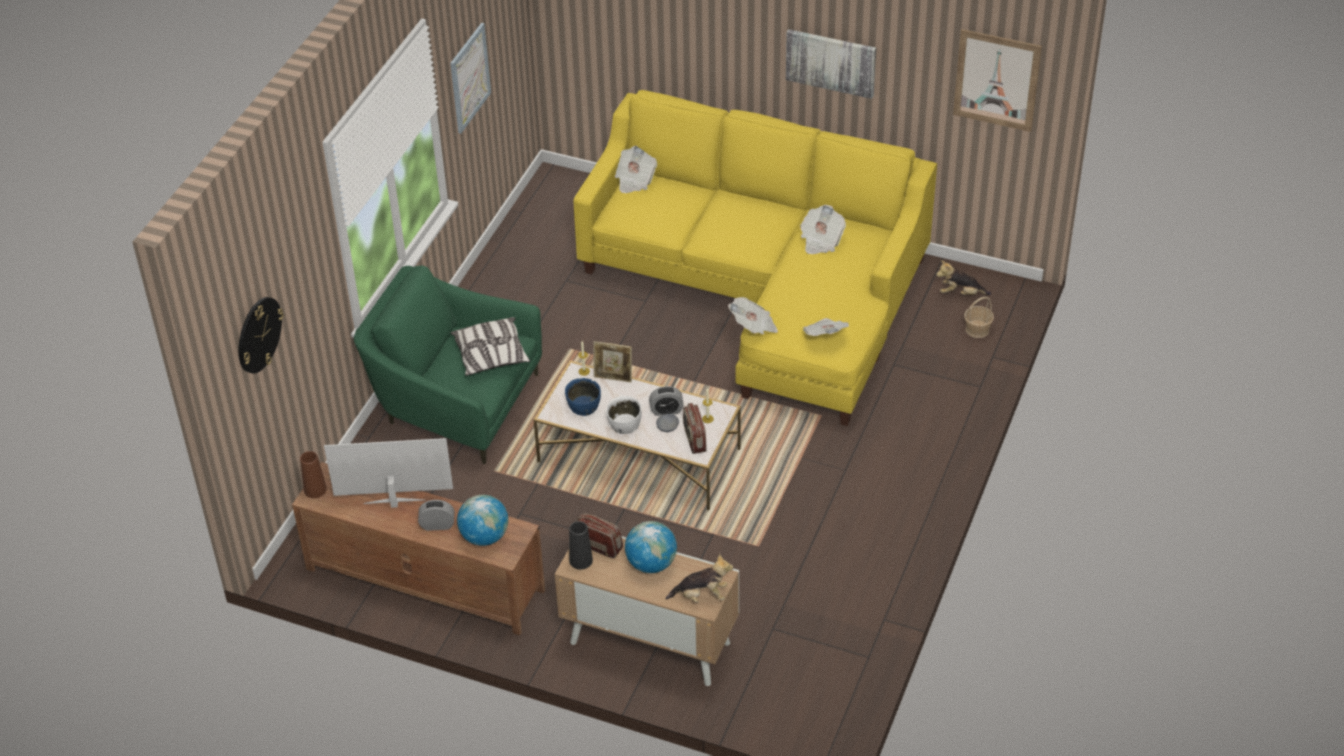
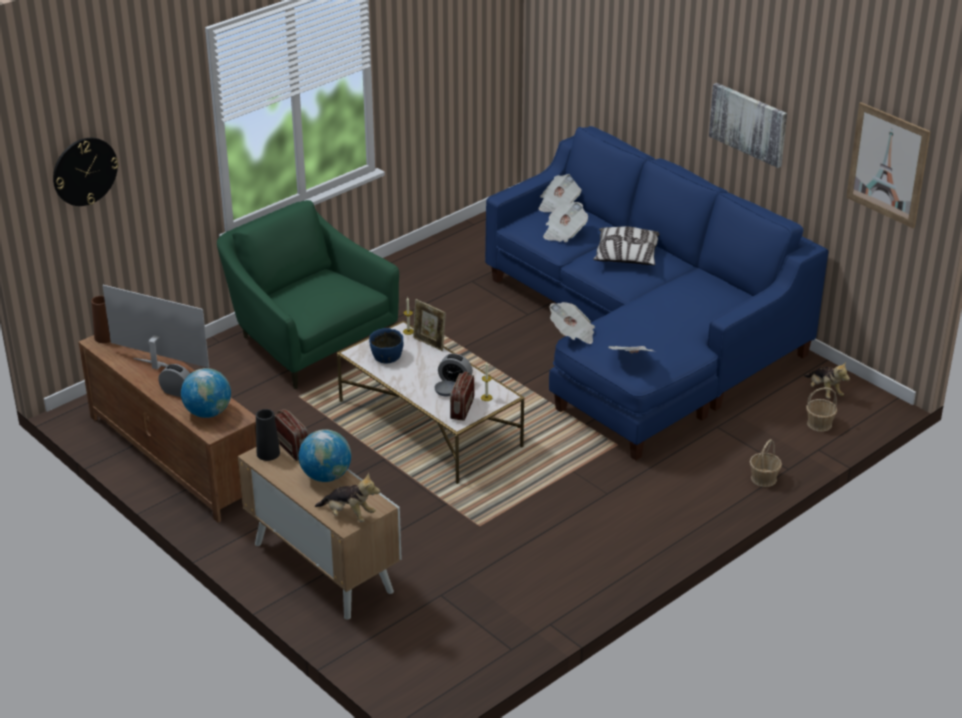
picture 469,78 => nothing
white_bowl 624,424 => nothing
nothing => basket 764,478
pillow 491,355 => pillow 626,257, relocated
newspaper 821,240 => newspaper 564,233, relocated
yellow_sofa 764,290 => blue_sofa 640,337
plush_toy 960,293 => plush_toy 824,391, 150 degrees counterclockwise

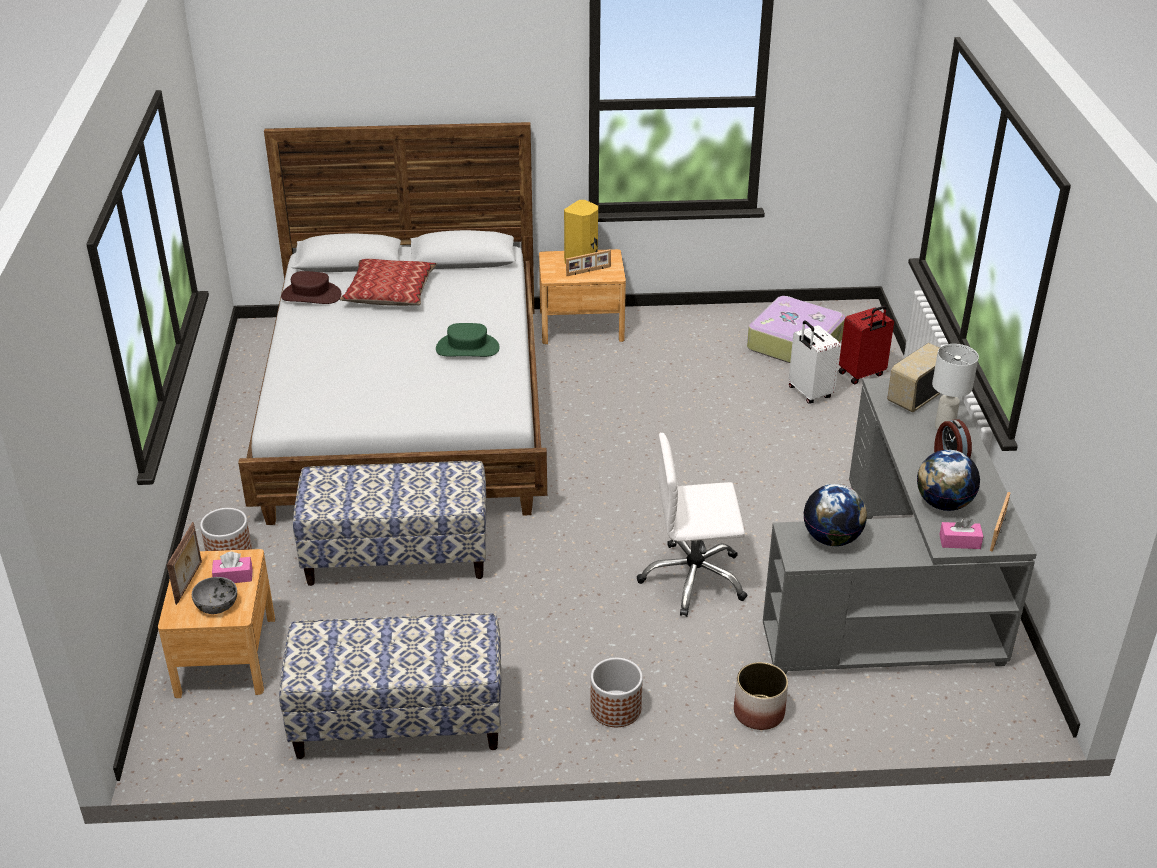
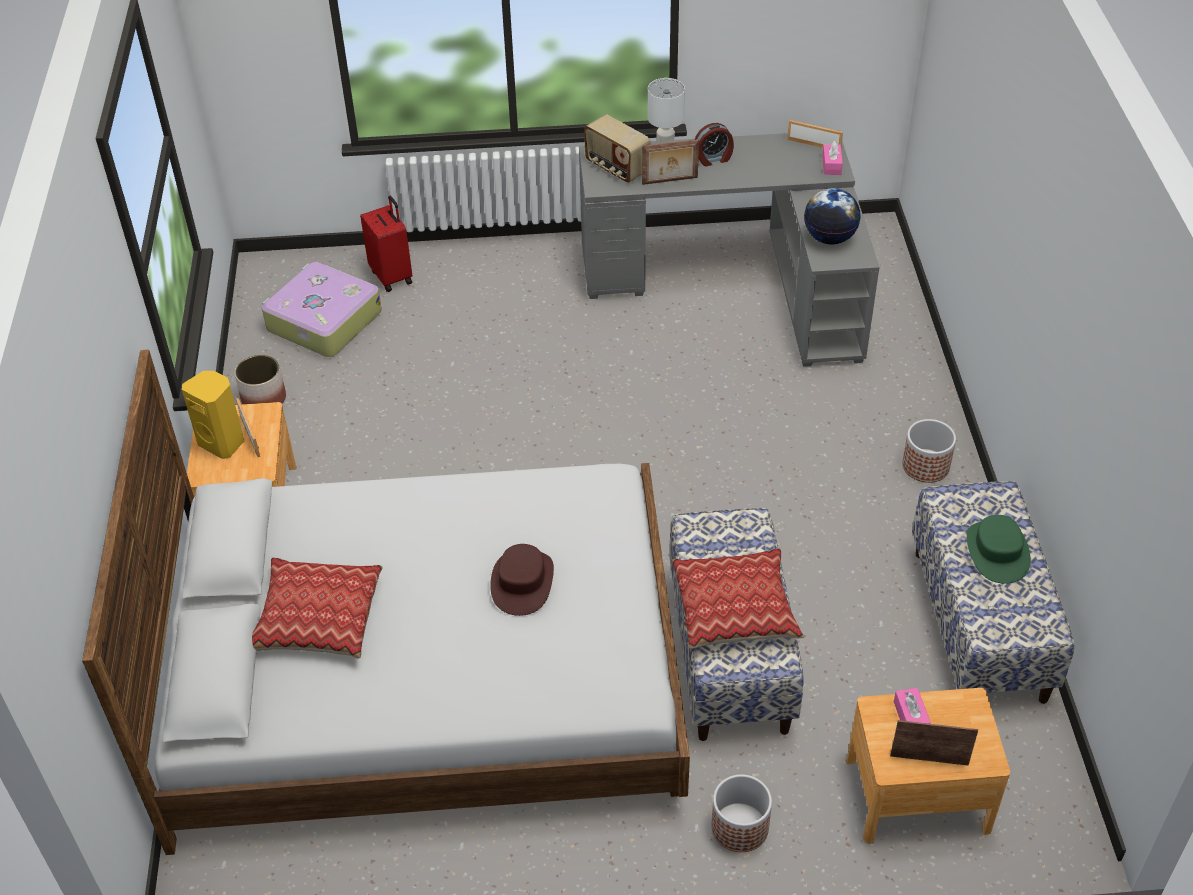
grey_bowl 217,605 => nothing
white_office_chair 693,579 => nothing
white_suitcase 809,393 => nothing
globe 943,503 => nothing
nothing => picture_frame 670,181
nothing => pillow 735,608
brown_hat 311,295 => brown_hat 522,582, relocated
green_hat 467,348 => green_hat 996,552, relocated
planter 759,713 => planter 264,398, relocated

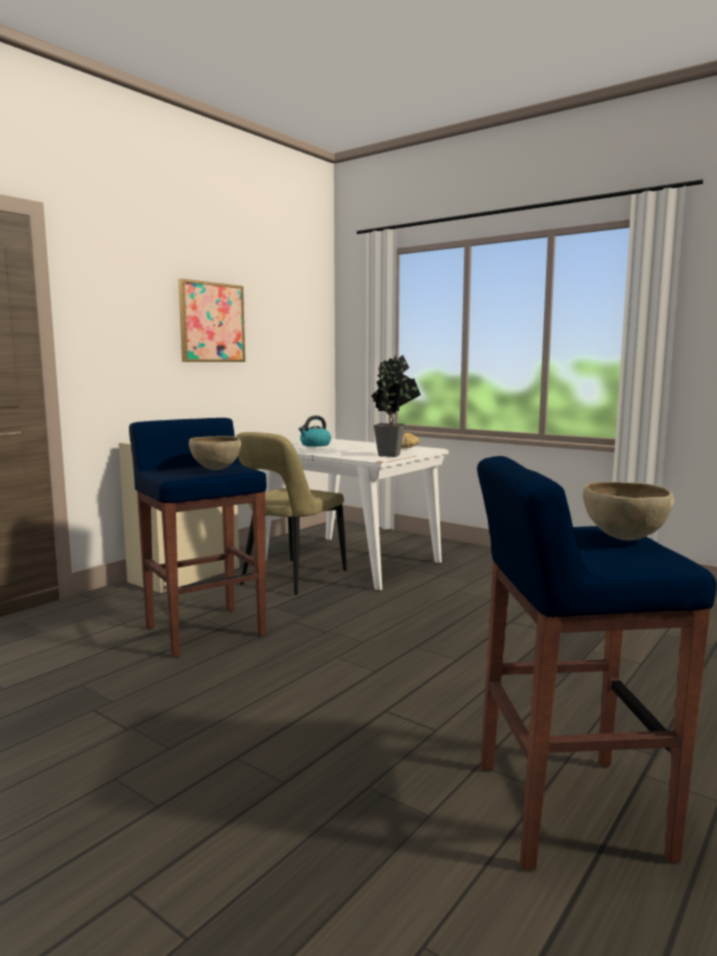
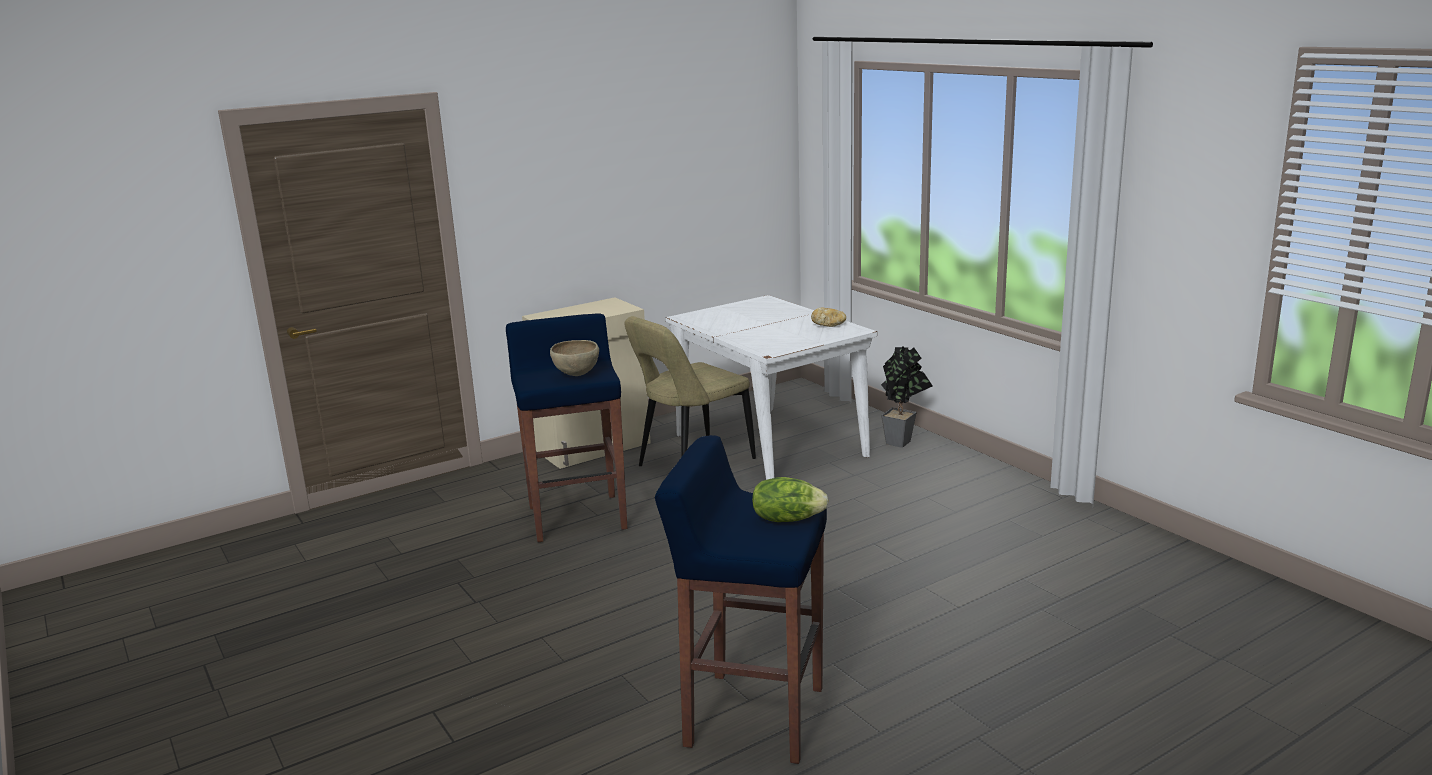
picture 211,322 => nothing
kettle 315,445 => nothing
potted_plant 392,454 => potted_plant 902,441, relocated
brown_bowl 623,539 => lettuce 787,519

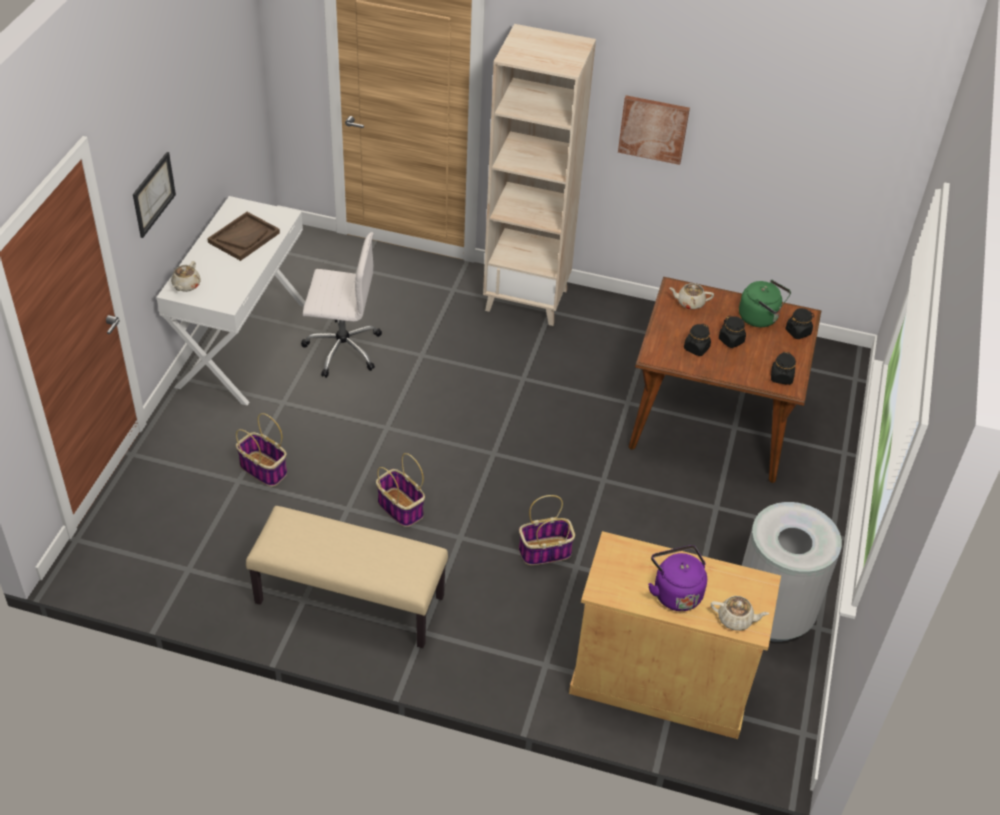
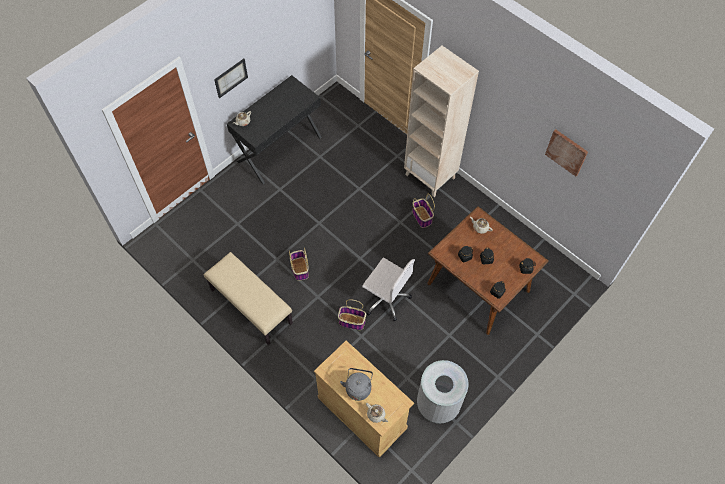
brown_tray 244,237 => nothing
green_kettle 760,318 => nothing
basket 264,469 => basket 422,217, relocated
white_office_chair 341,348 => white_office_chair 386,298, relocated
picture 653,129 => picture 566,152, relocated
white_desk 242,344 => black_desk 279,148
purple_kettle 675,592 => grey_kettle 358,387

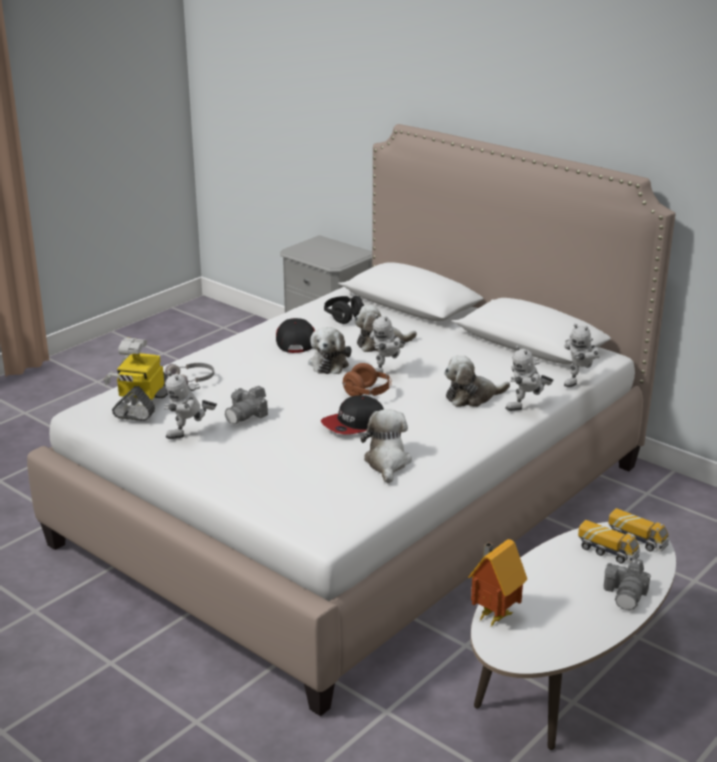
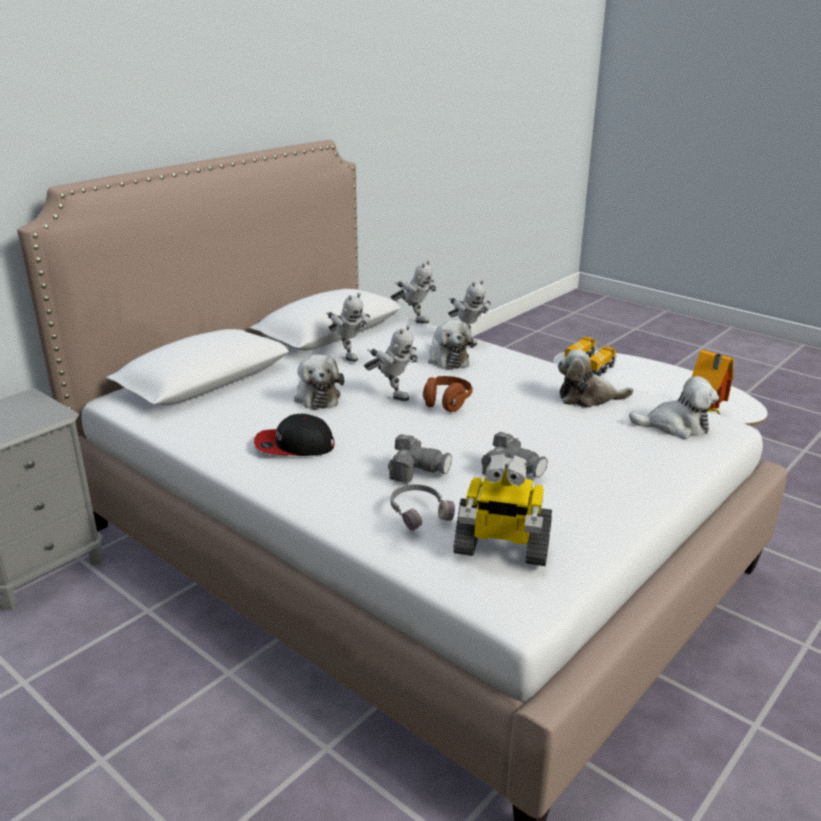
cap 354,424 => nothing
black_headphones 344,318 => nothing
toy_robot 190,435 => toy_robot 348,355, relocated
plush_toy 329,363 => plush_toy 675,427, relocated
photo_camera 626,594 => photo_camera 417,470, relocated

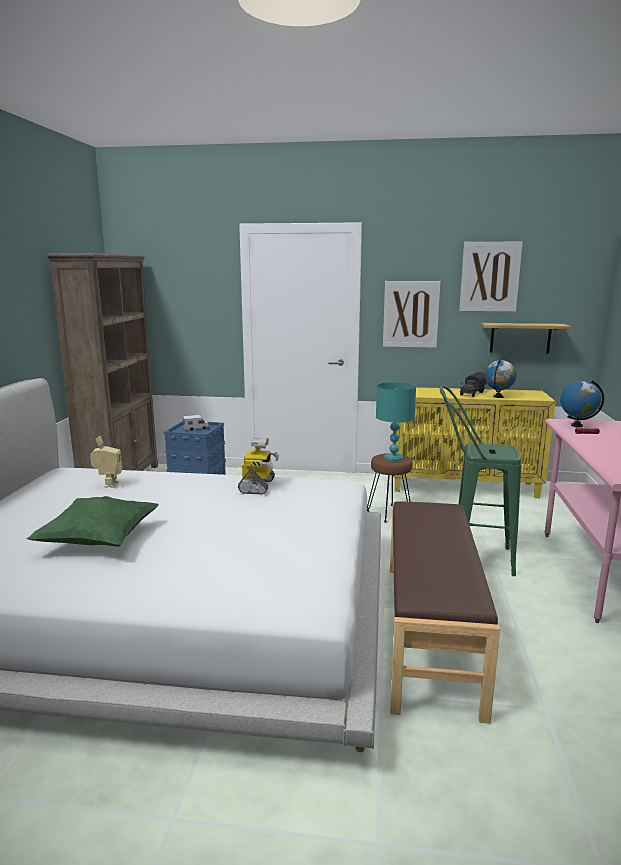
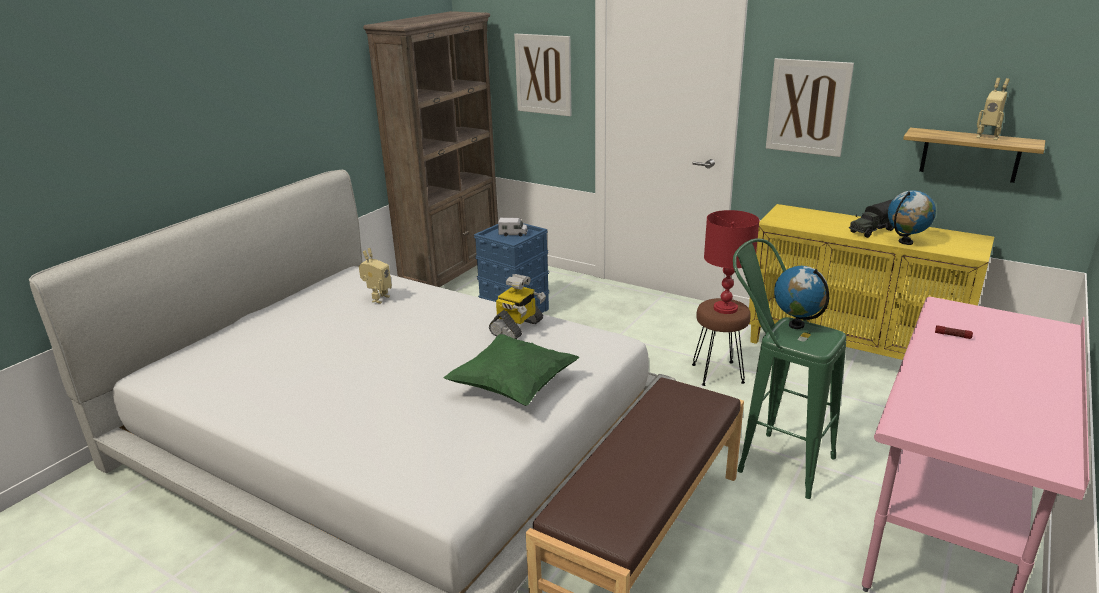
nothing => toy_robot 988,137
green_pillow 99,541 => green_pillow 513,387, relocated
picture 490,277 => picture 543,74, relocated
globe 577,425 => globe 796,325, relocated
turquoise_table_lamp 393,458 => red_table_lamp 725,308

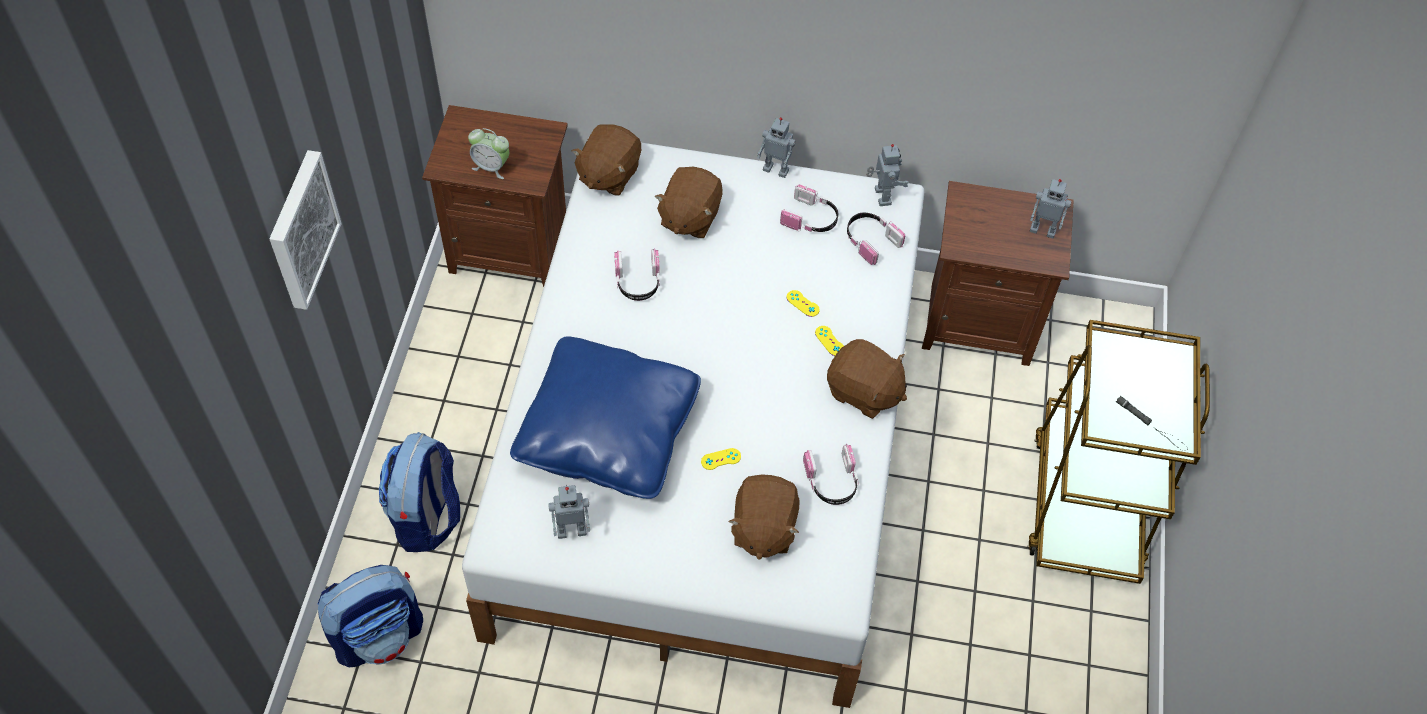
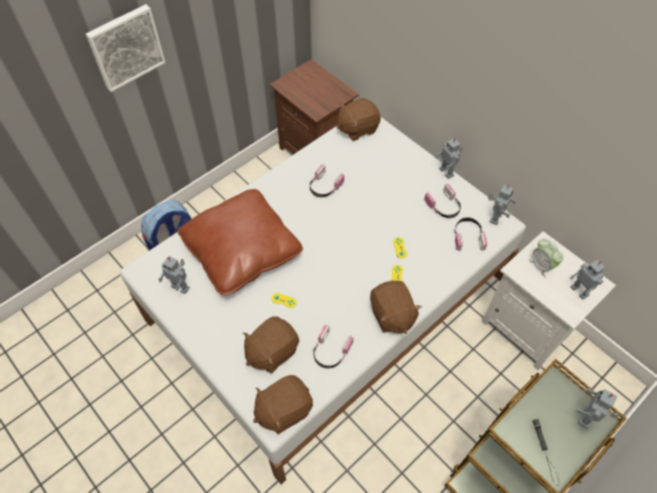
backpack 380,635 => nothing
nothing => toy_robot 587,418
alarm_clock 491,167 => alarm_clock 541,265, relocated
brown_plush_toy 689,217 => brown_plush_toy 283,410, relocated
blue_pillow 608,432 => brown_pillow 242,250
brown_nightstand 978,322 => white_nightstand 527,327

